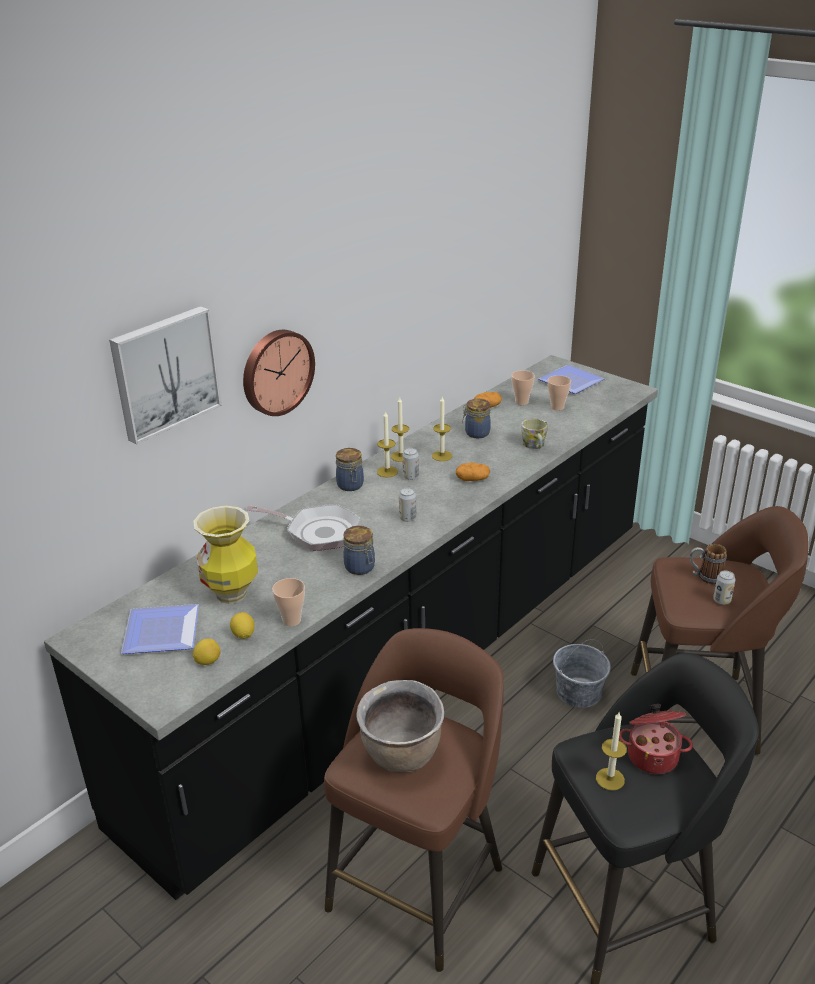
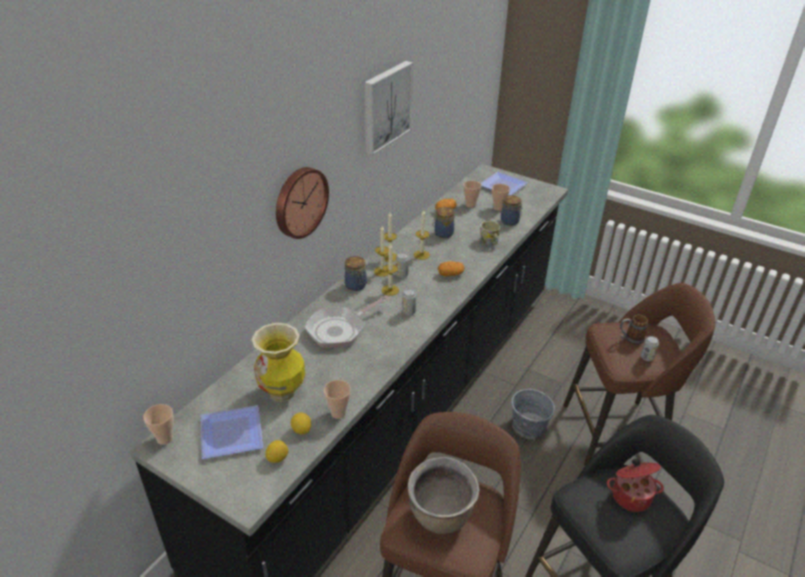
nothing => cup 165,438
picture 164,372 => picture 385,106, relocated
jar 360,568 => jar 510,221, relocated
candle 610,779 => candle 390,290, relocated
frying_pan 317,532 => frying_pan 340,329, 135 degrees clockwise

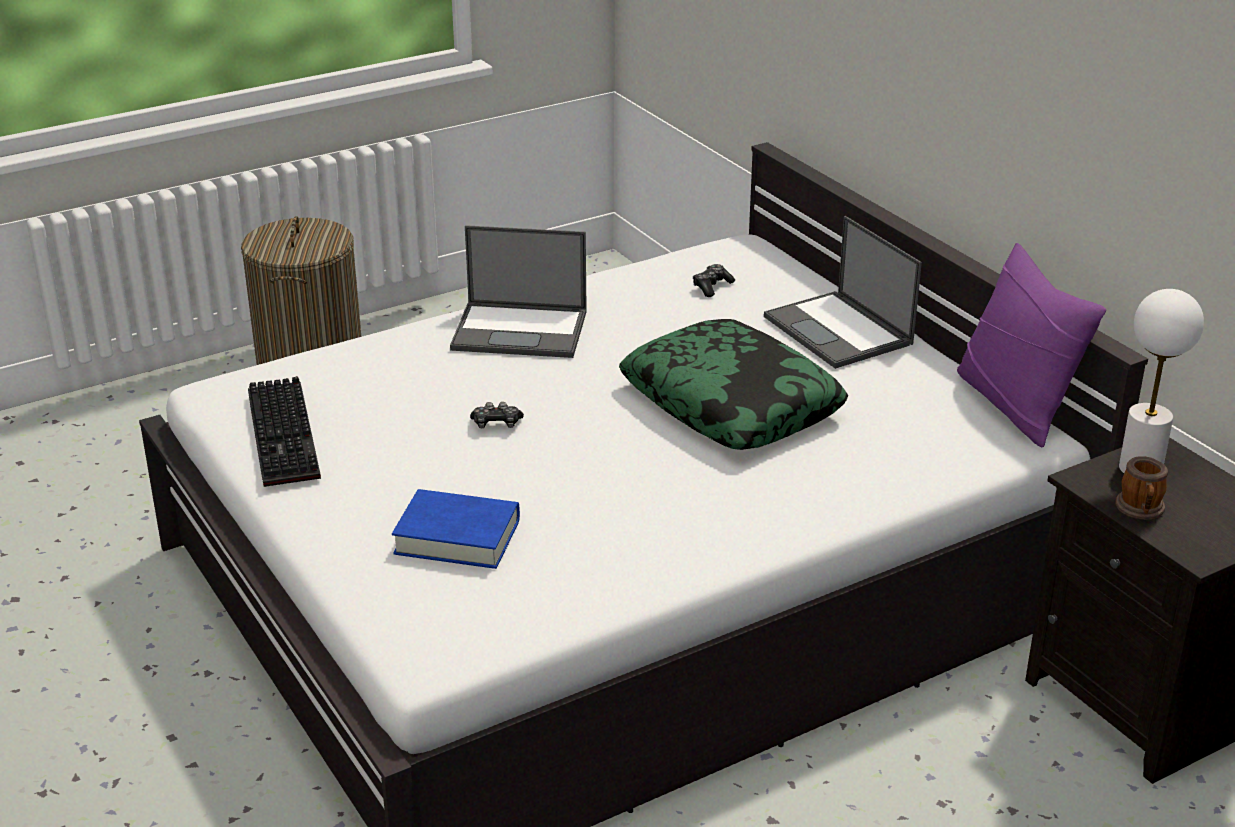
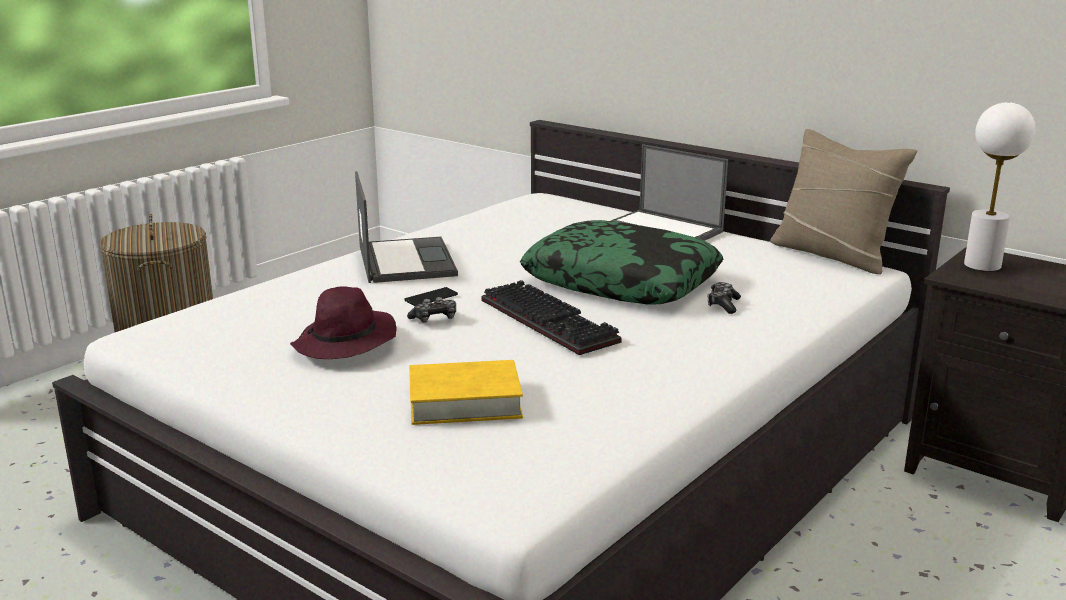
mug 1140,510 => nothing
nothing => purple_hat 346,343
nothing => phone 431,297
keyboard 287,436 => keyboard 552,321, relocated
game_controller 712,286 => game_controller 723,305, relocated
blue_book 457,537 => yellow_book 464,401
purple_pillow 1015,405 => beige_pillow 832,255
laptop 521,330 => laptop 405,260, 90 degrees counterclockwise

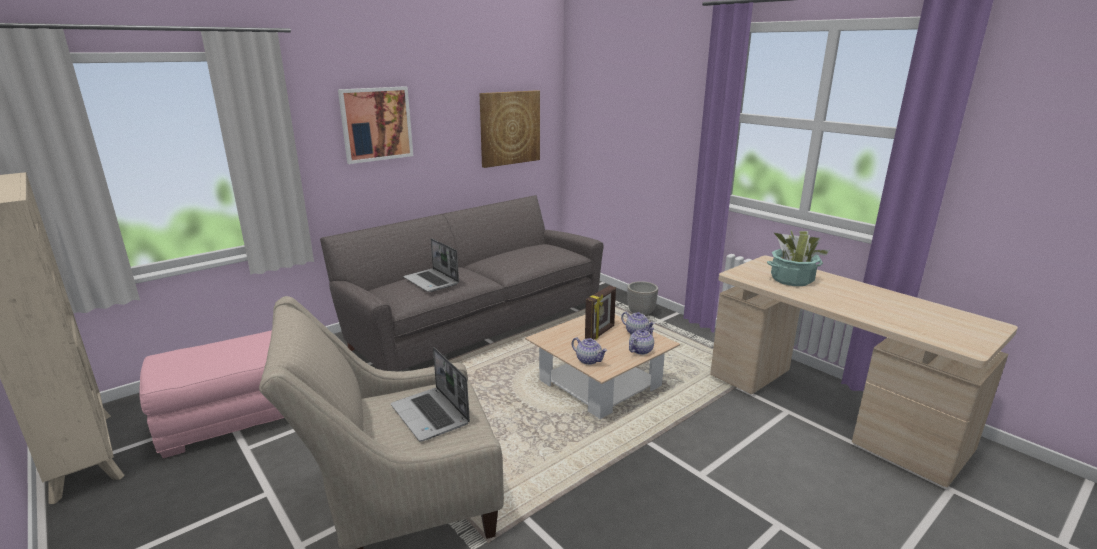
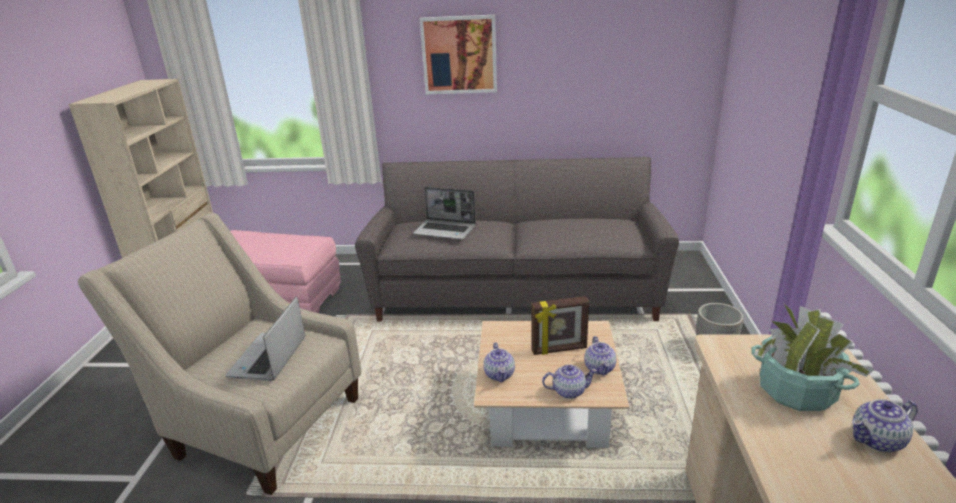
picture 509,128 => nothing
nothing => teapot 877,440
laptop 432,281 => laptop 446,230, 75 degrees counterclockwise

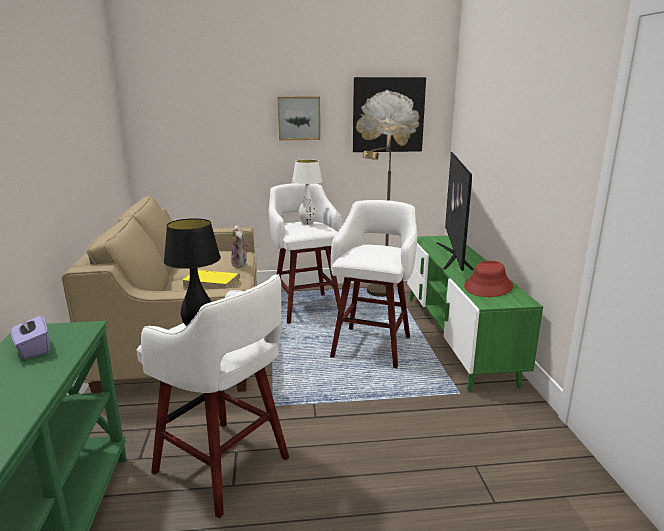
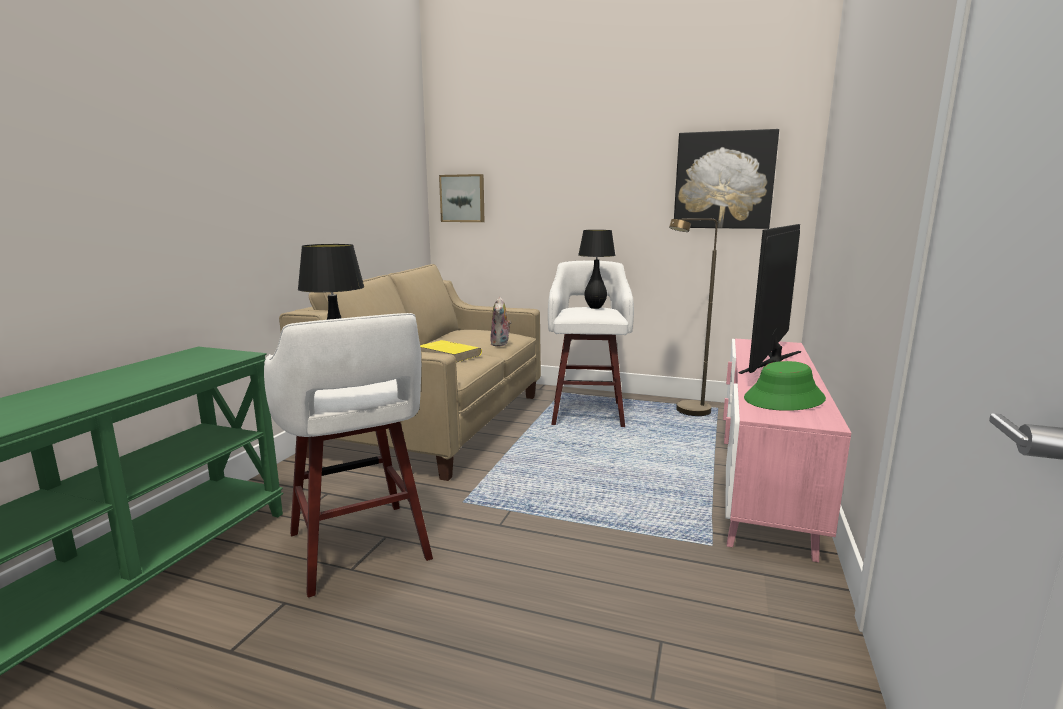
purple_tissue_box 33,349 => nothing
white_stool 372,345 => nothing
picture 299,118 => picture 463,198, relocated
white_table_lamp 308,223 => black_table_lamp 595,308
green_tv_stand 456,336 => pink_tv_stand 762,477
red_hat 488,287 => green_hat 784,399

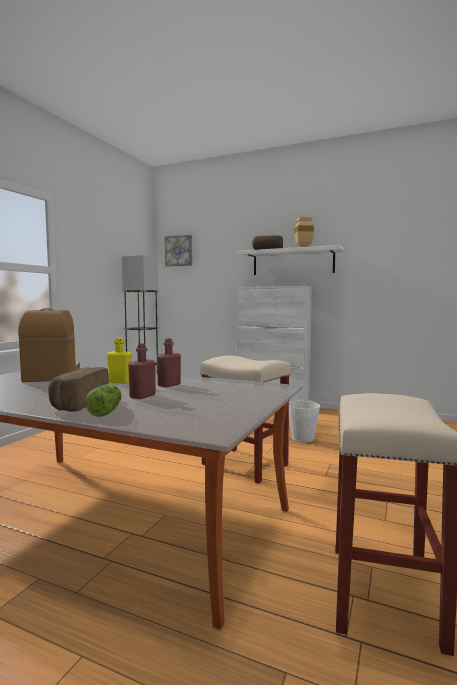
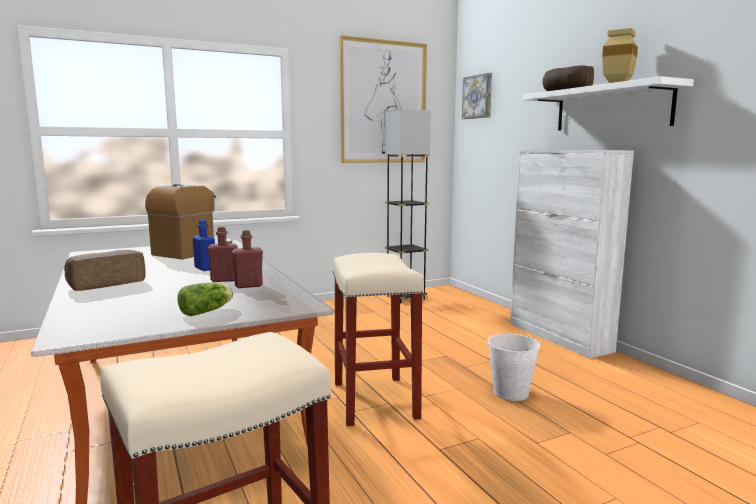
nothing => picture 383,102
lettuce 106,411 => lettuce 207,311, relocated
red_bottle 142,396 => red_bottle 248,286, relocated
yellow_bottle 120,382 => blue_bottle 205,268

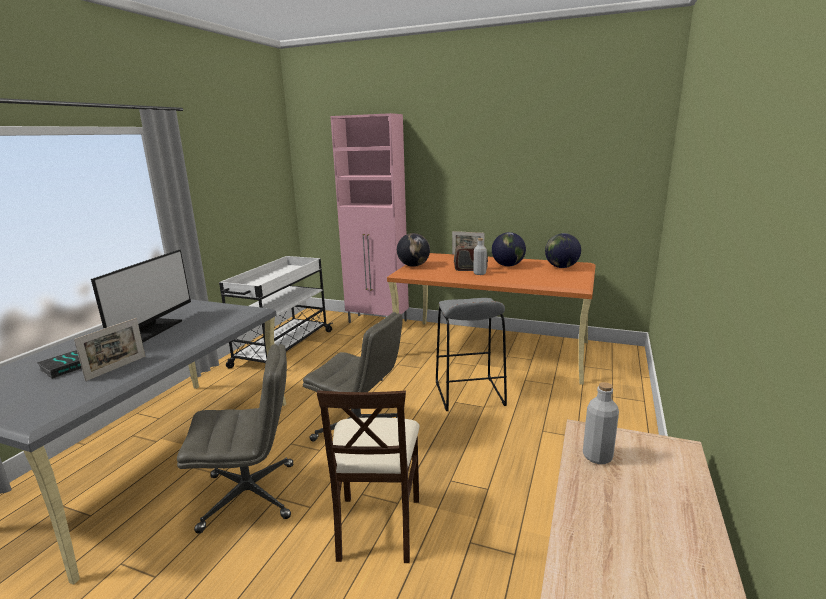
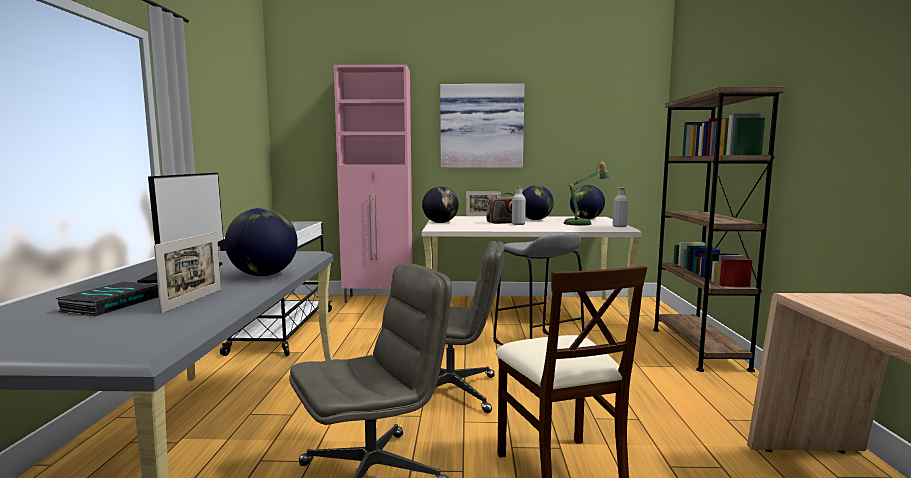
nothing => globe 263,275
nothing => picture 481,126
nothing => table_lamp 582,223
nothing => brown_bookcase 698,348
grey_bottle 597,456 => grey_bottle 619,226, relocated
orange_desk 492,349 => beige_desk 523,310

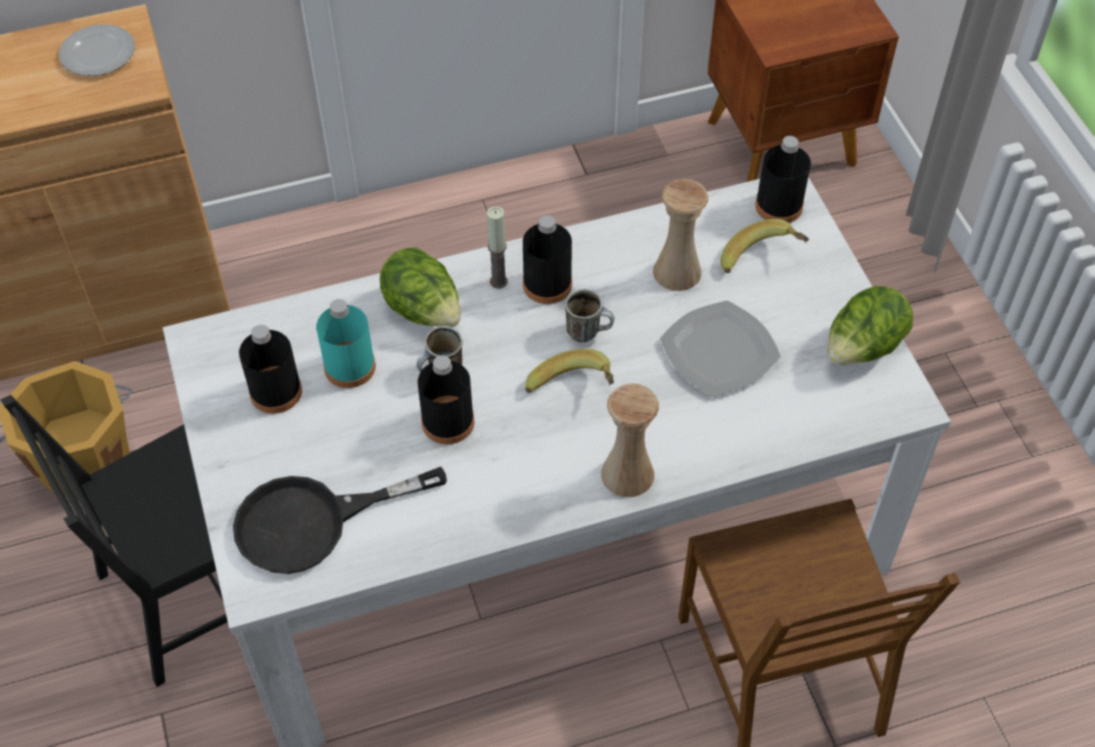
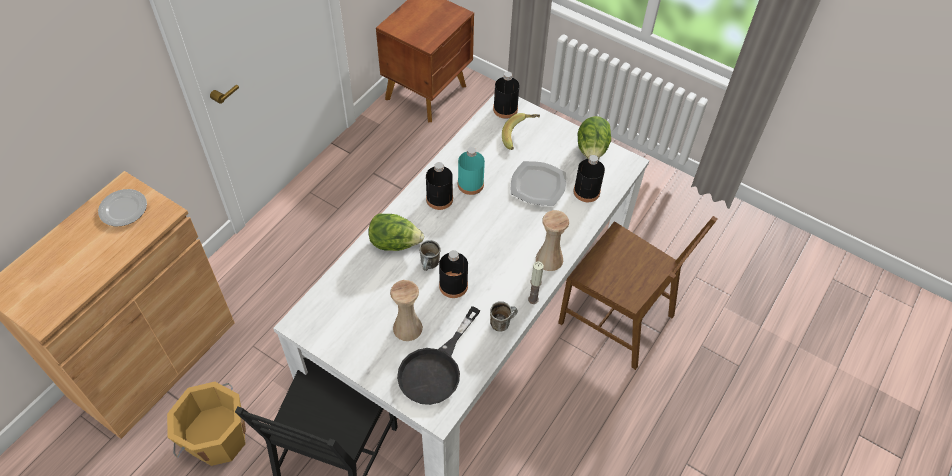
banana 573,391 => nothing
black_bottle 276,392 => black_bottle 586,191, relocated
turquoise_bottle 350,367 => turquoise_bottle 470,184, relocated
candle 498,281 => candle 533,299, relocated
mug 589,332 => mug 502,322, relocated
beige_vase 677,272 => beige_vase 407,328, relocated

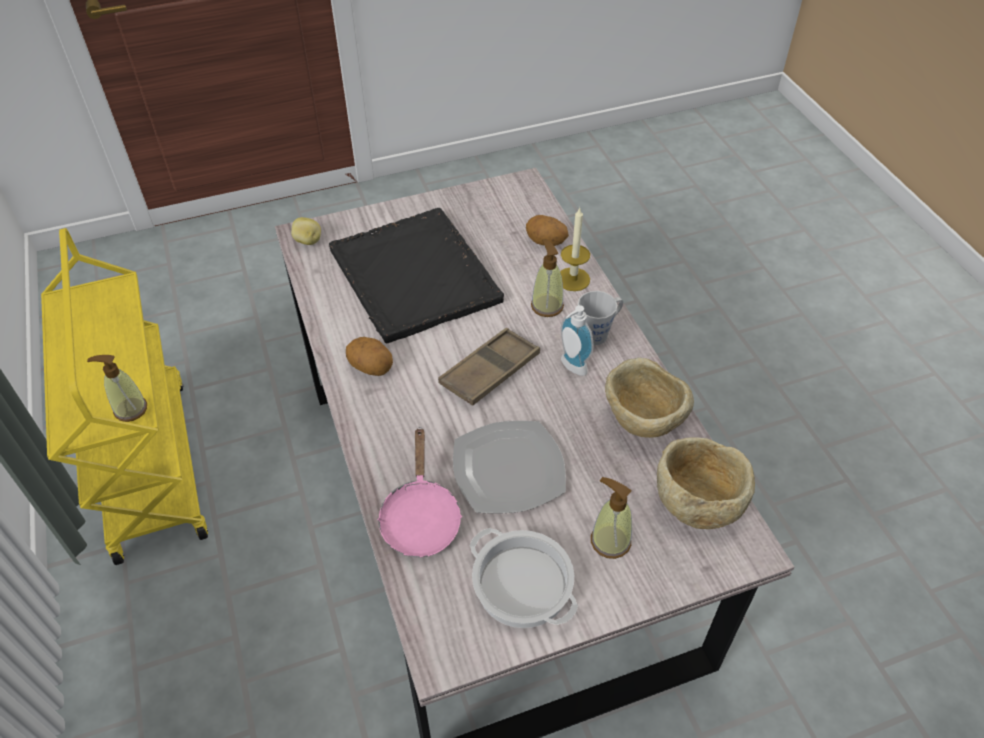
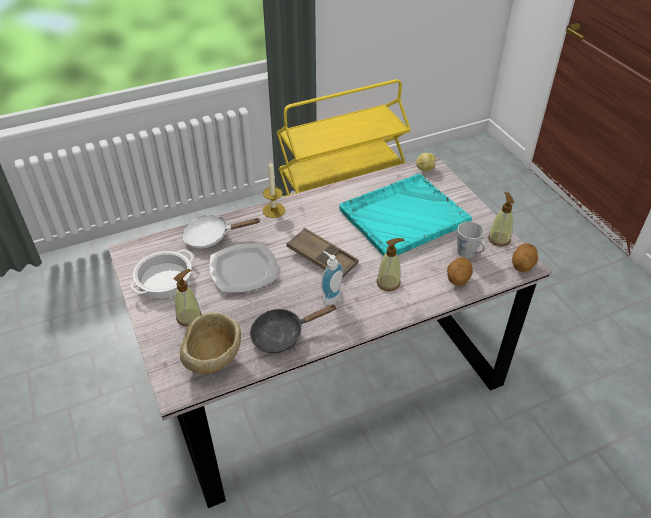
soap_dispenser 130,409 => soap_dispenser 499,239, relocated
potato 371,367 => potato 522,266, relocated
candle 573,279 => candle 273,210, relocated
grey_mug 598,332 => grey_mug 469,254, relocated
beige_bowl 642,422 => black_frying_pan 282,334
black_tray 415,277 => turquoise_tray 403,217
pink_frying_pan 420,517 => white_frying_pan 211,236

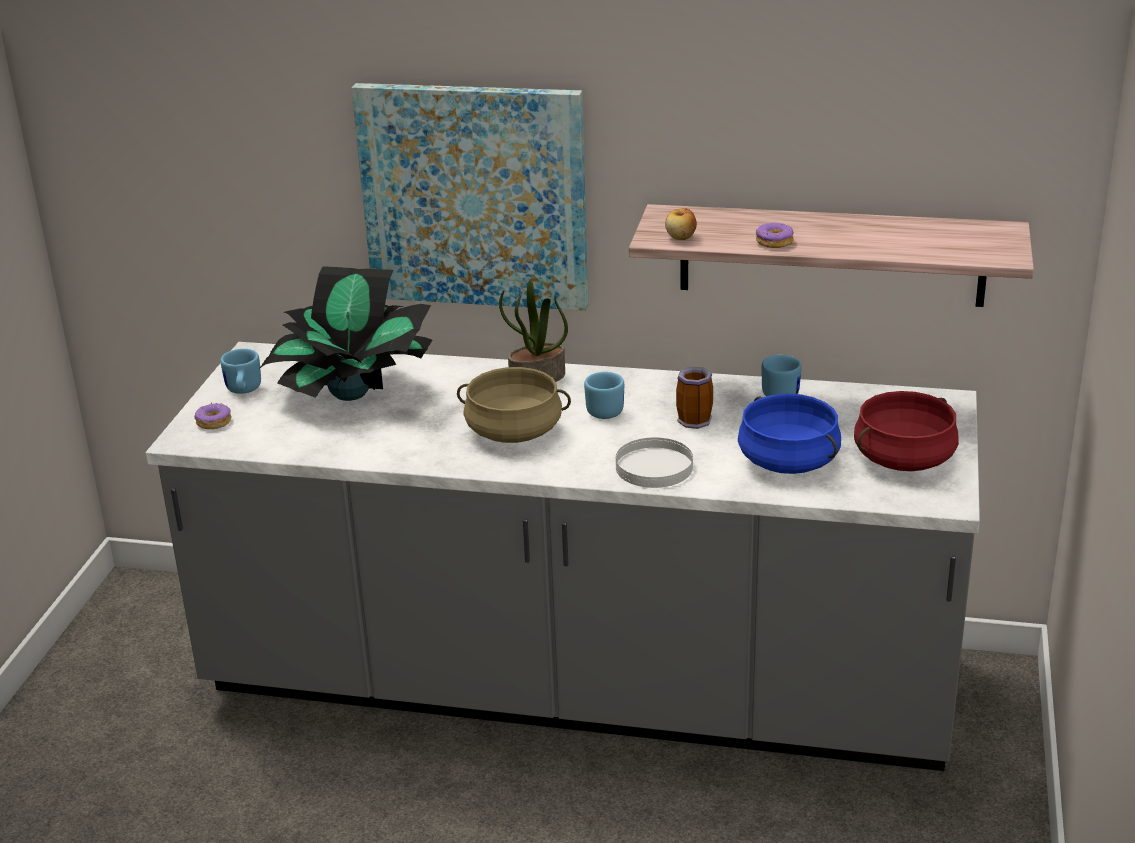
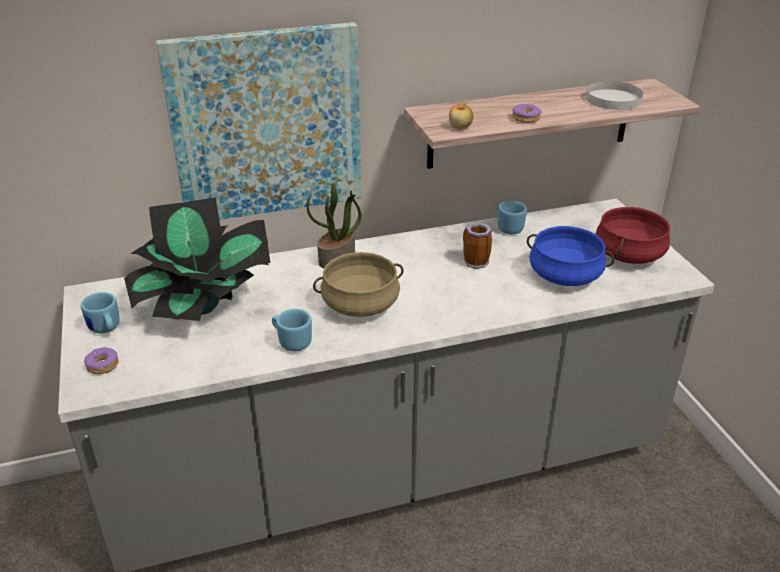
blue_mug 602,409 => blue_mug 291,341, relocated
white_plate 654,467 => white_plate 613,99, relocated

